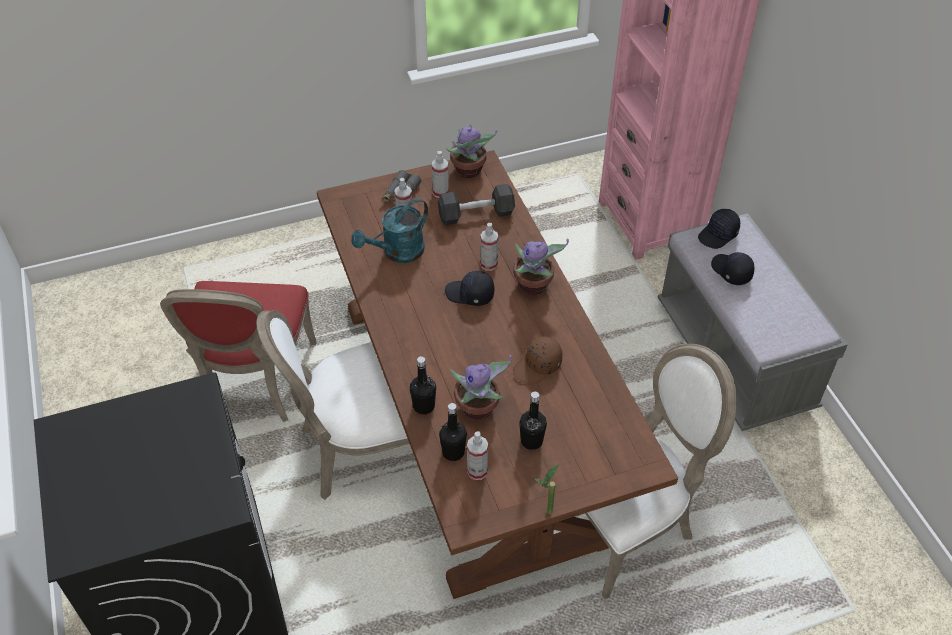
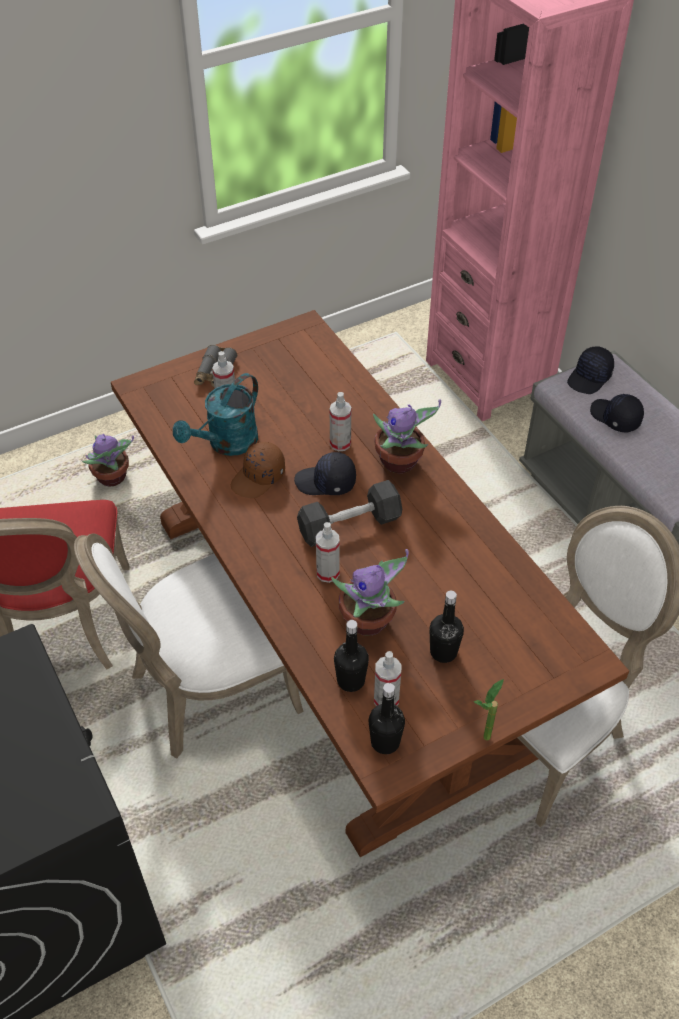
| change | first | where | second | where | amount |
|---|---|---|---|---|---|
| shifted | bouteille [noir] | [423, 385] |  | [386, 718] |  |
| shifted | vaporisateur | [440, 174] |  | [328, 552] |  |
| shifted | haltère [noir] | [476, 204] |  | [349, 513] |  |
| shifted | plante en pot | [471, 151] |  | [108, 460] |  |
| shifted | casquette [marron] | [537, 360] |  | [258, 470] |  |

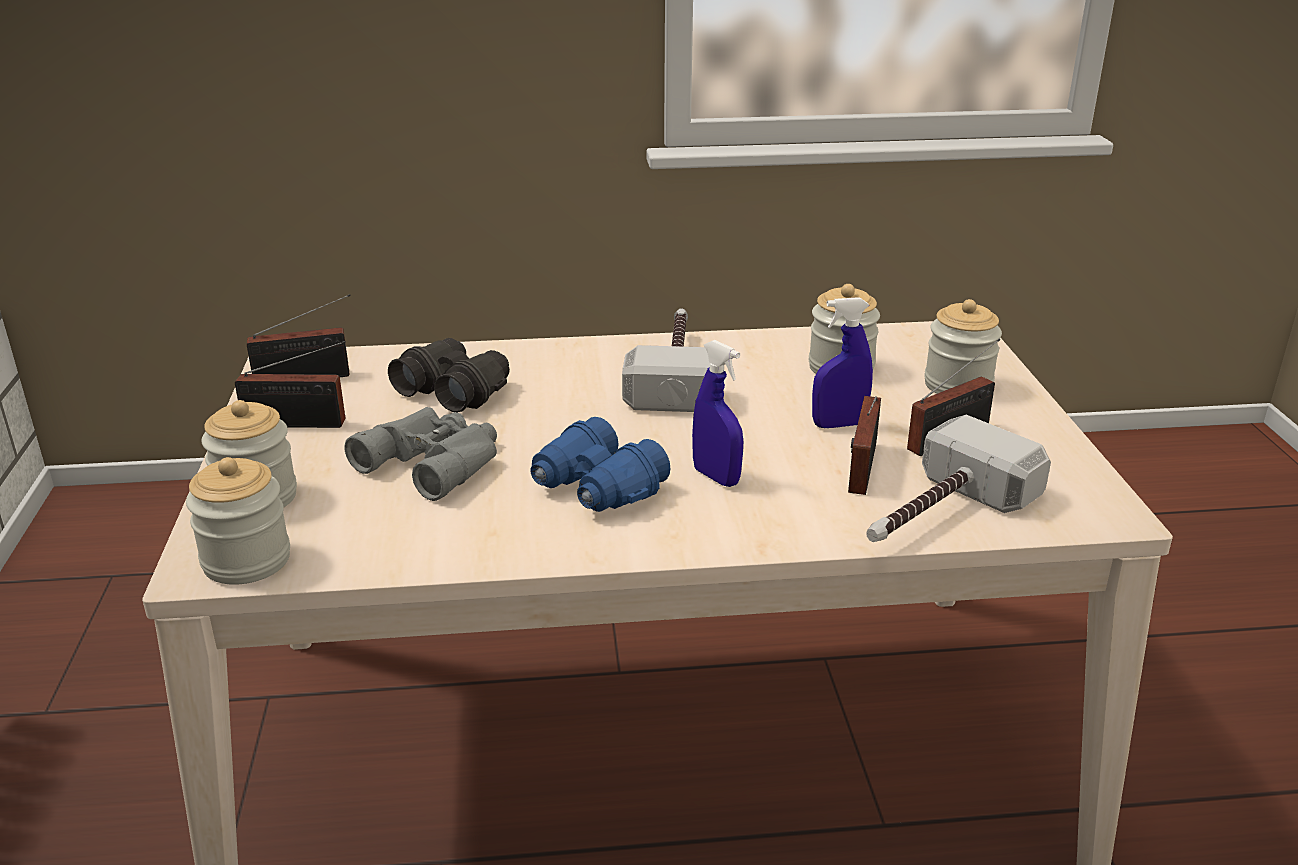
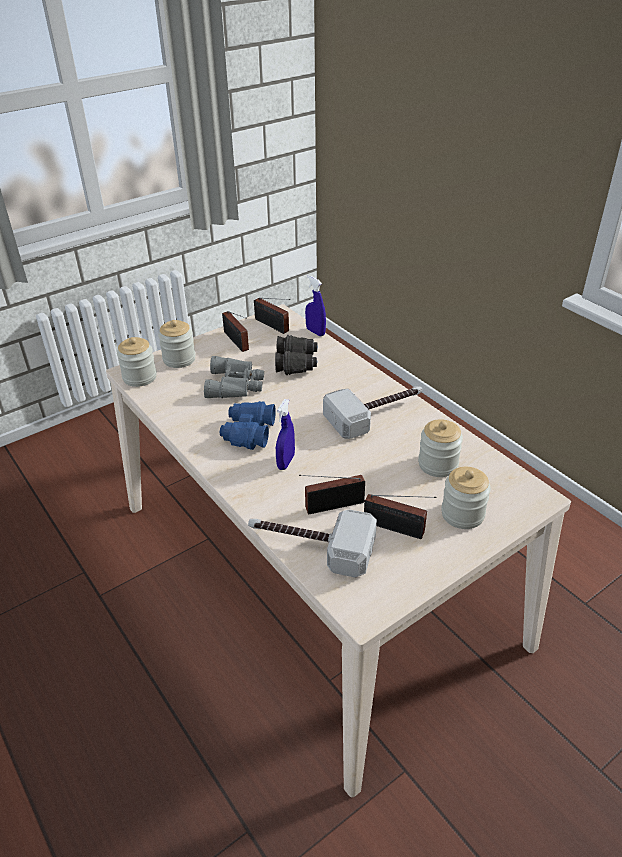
| change | first | where | second | where | amount |
|---|---|---|---|---|---|
| shifted | vaporisateur [bleu] | [842, 362] |  | [315, 305] |  |

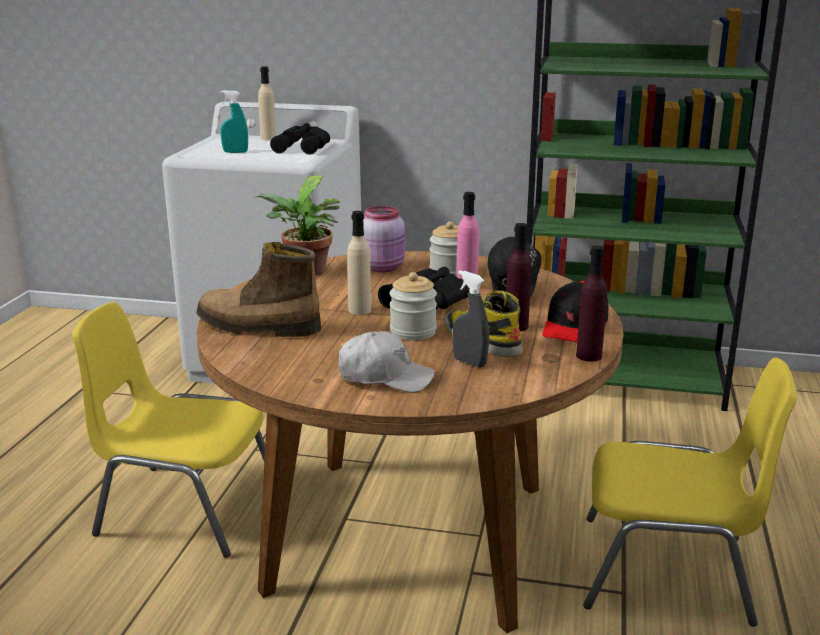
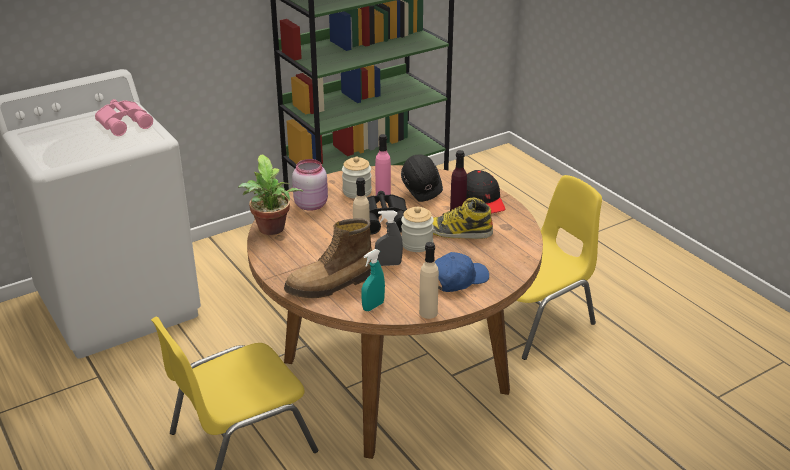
| change | first | where | second | where | amount |
|---|---|---|---|---|---|
| shifted | vaporisateur [turquoise] | [234, 121] |  | [373, 280] |  |
| shifted | bouteille [beige] | [267, 103] |  | [429, 280] |  |
| repainted | jumelles [noir] | [300, 139] | jumelles [rose] | [124, 117] |  |
| repainted | casquette [blanc] | [386, 362] | casquette [bleu] | [462, 272] |  |
| shifted | vaporisateur [gris] | [471, 319] |  | [389, 238] |  |
| gone | bouteille [violet] | [591, 303] |  |  |  |

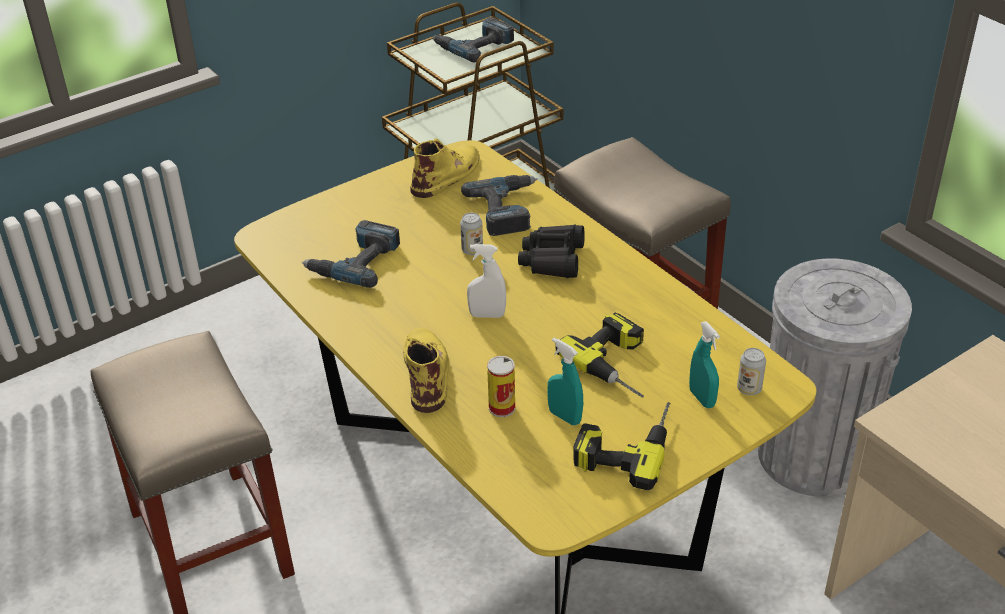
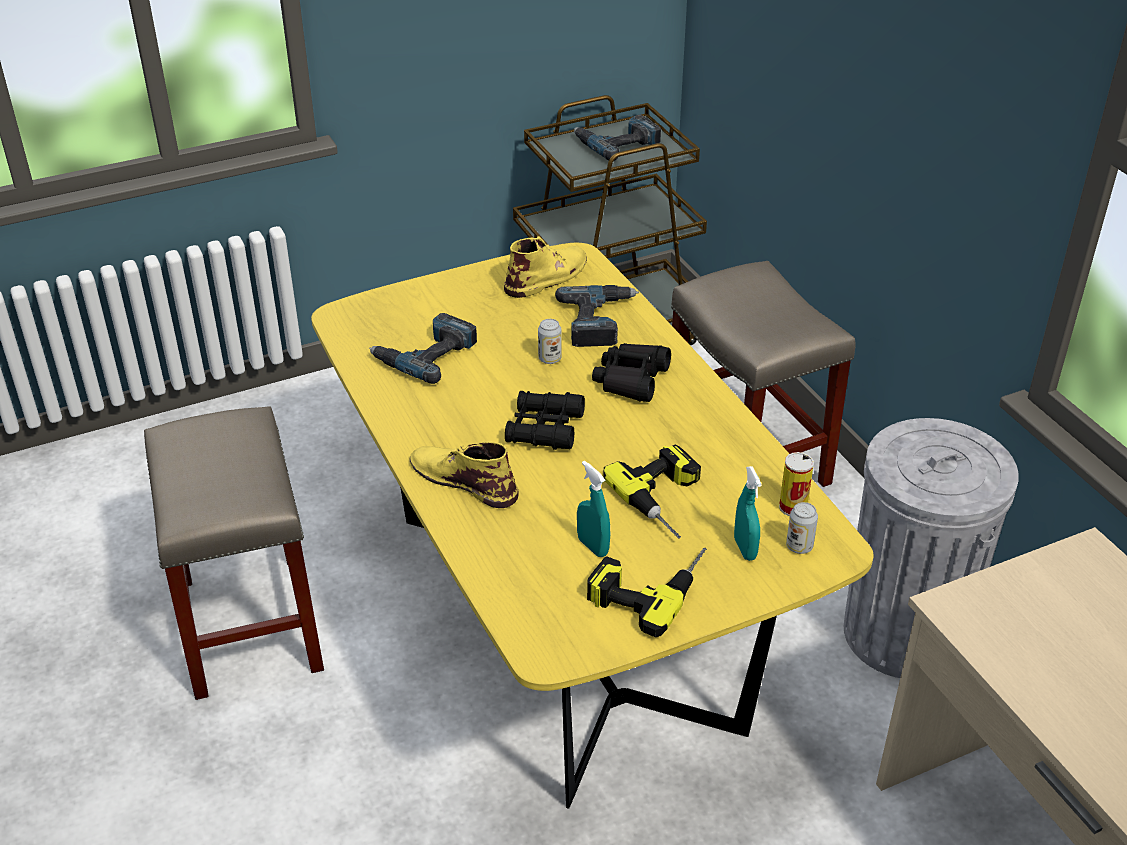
| change | first | where | second | where | amount |
|---|---|---|---|---|---|
| rotated | botte [jaune] | [426, 370] |  | [464, 474] | 60 degrees counterclockwise |
| swapped | vaporisateur [blanc] | [486, 281] | jumelles [noir] | [545, 420] |  |
| shifted | boîte métallique | [501, 386] |  | [796, 484] |  |

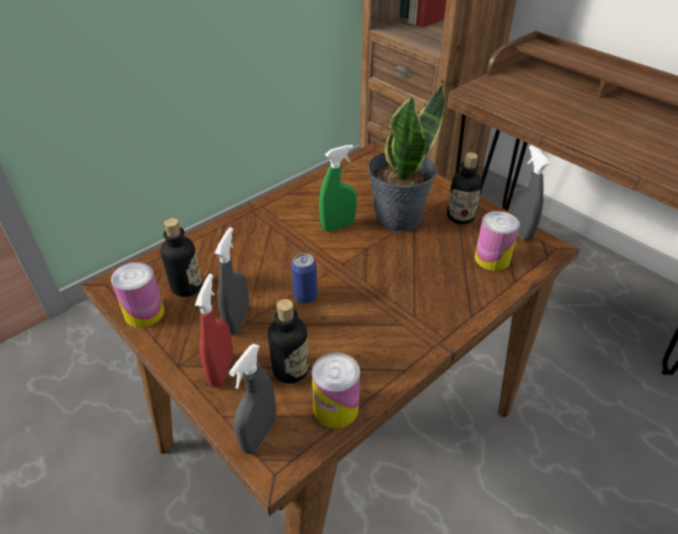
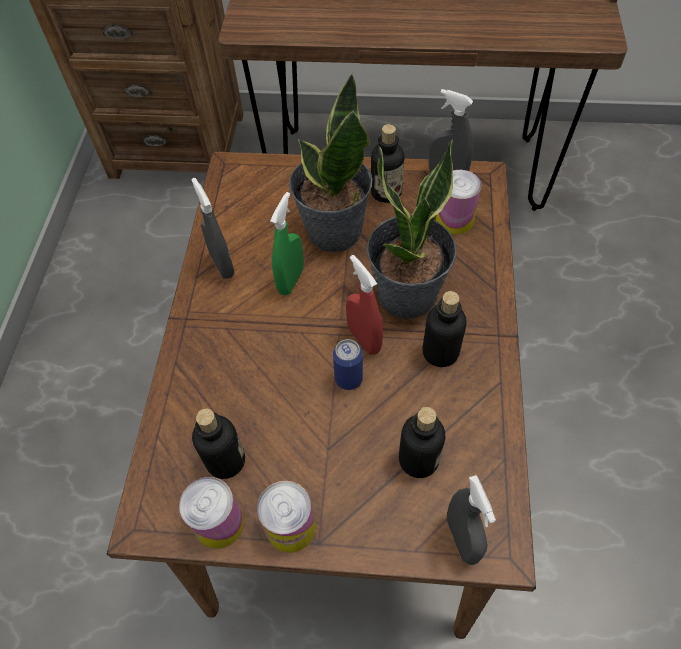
| change | first | where | second | where | amount |
|---|---|---|---|---|---|
| shifted | vaporisateur [rouge] | [214, 330] |  | [364, 305] |  |
| shifted | vaporisateur [gris] | [231, 281] |  | [213, 228] |  |
| shifted | boîte métallique | [336, 390] |  | [286, 517] |  |
| new |  |  | plante en pot | [411, 229] |  |
| new |  |  | bouteille | [444, 329] |  |

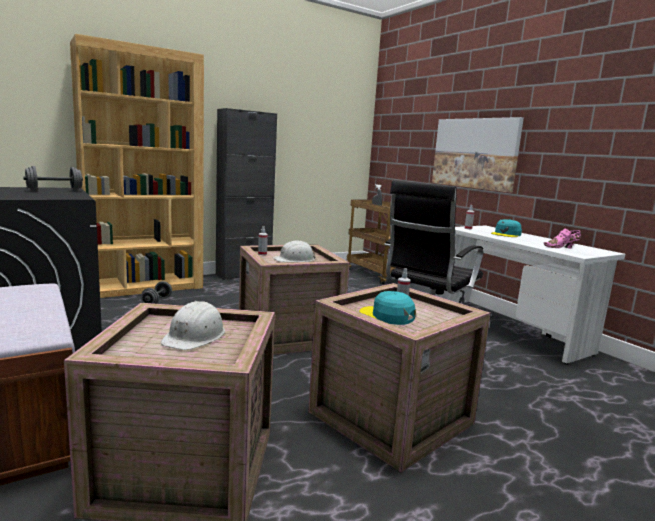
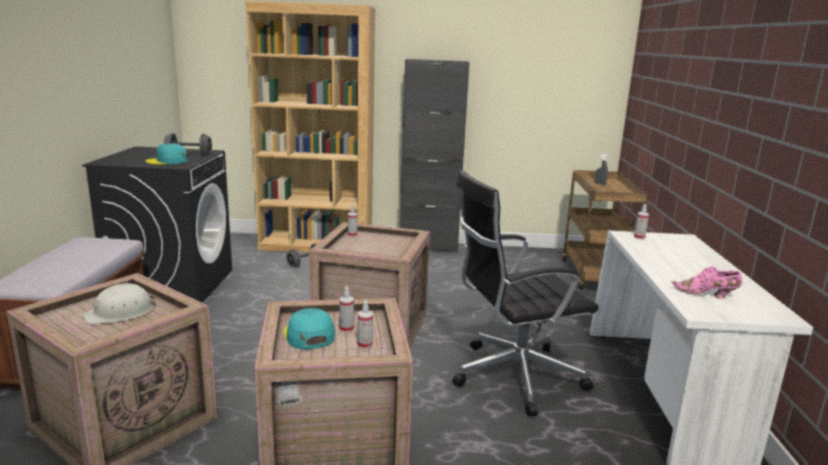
| change | first | where | second | where | amount |
|---|---|---|---|---|---|
| gone | casque de chantier [blanc] | [294, 251] |  |  |  |
| gone | tableau | [478, 155] |  |  |  |
| shifted | casquette [turquoise] | [506, 228] |  | [167, 153] |  |
| new |  |  | vaporisateur | [365, 325] |  |

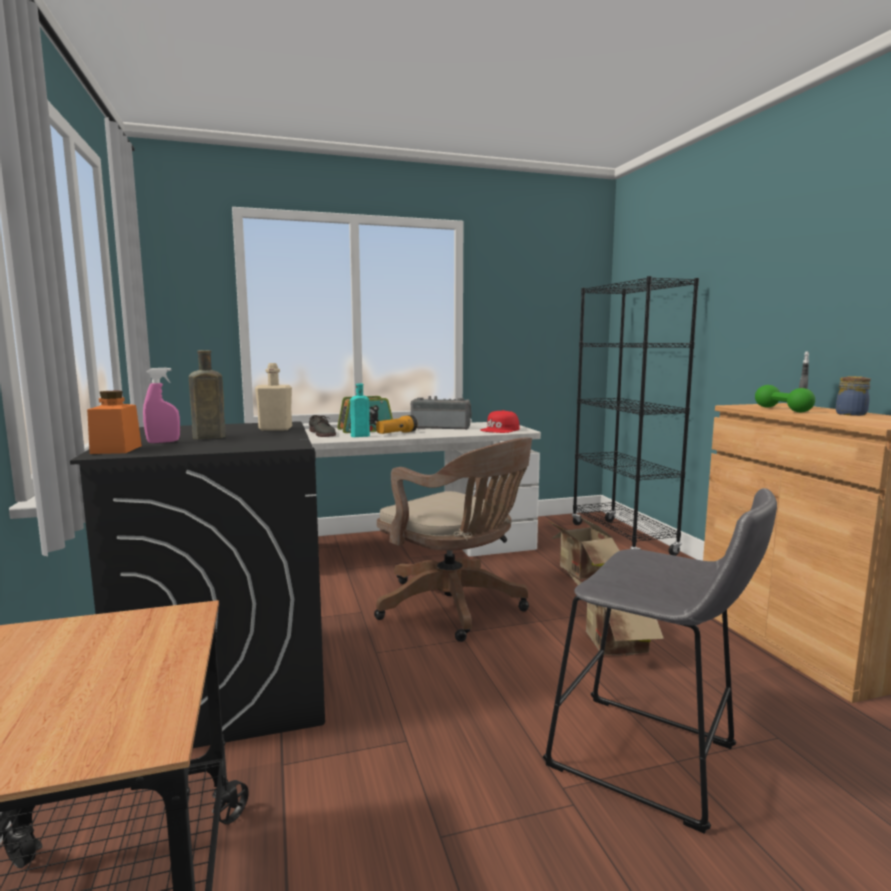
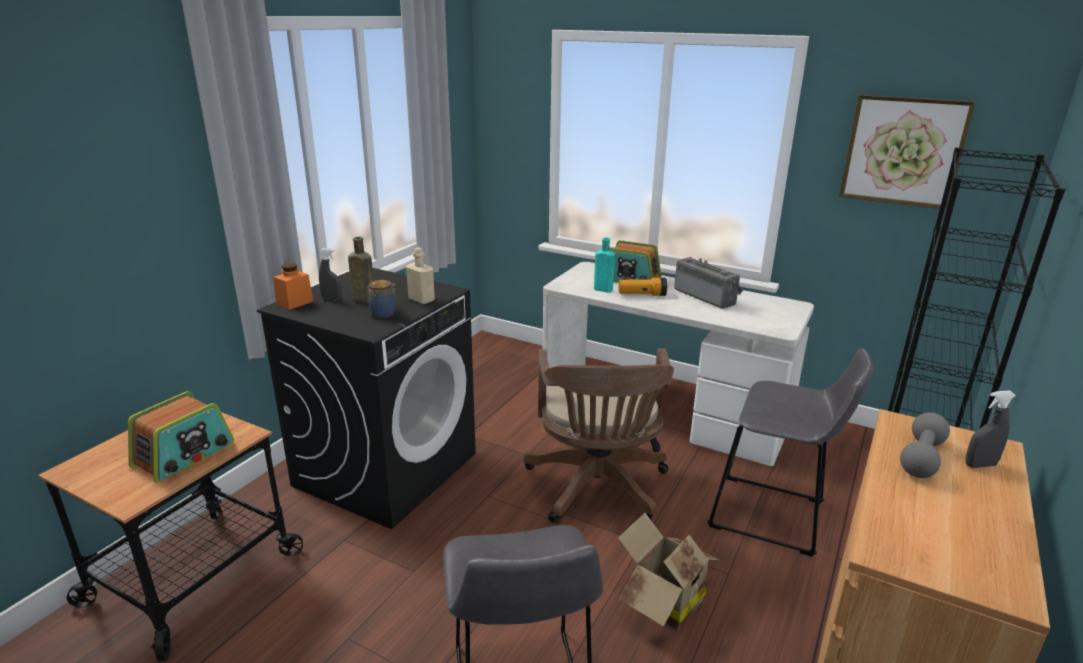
| change | first | where | second | where | amount |
|---|---|---|---|---|---|
| repainted | vaporisateur [rose] | [161, 405] | vaporisateur [gris] | [330, 274] |  |
| gone | chaussure [gris] | [322, 426] |  |  |  |
| gone | casquette [rouge] | [499, 421] |  |  |  |
| swapped | carton | [583, 547] | tabouret [gris] | [790, 453] |  |
| repainted | haltère [vert] | [785, 398] | haltère [gris] | [925, 445] |  |
| shifted | bocal | [853, 396] |  | [382, 299] |  |
| new |  |  | radio | [181, 437] |  |
| new |  |  | tableau | [907, 152] |  |

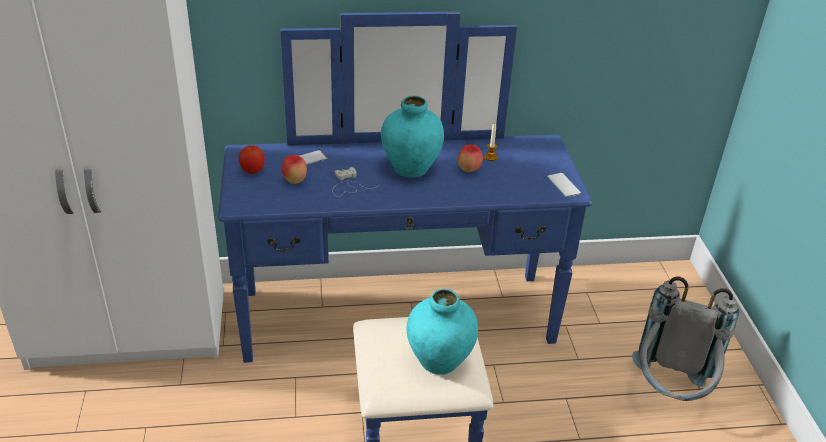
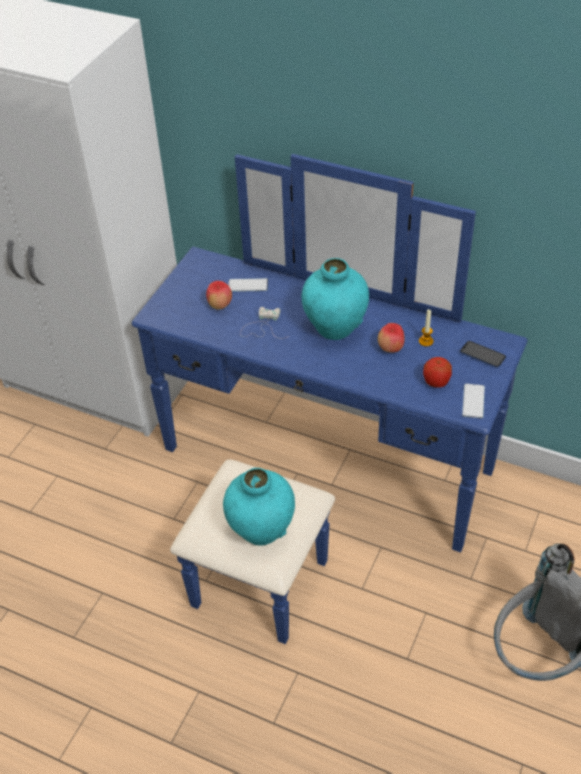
| change | first | where | second | where | amount |
|---|---|---|---|---|---|
| shifted | pomme | [252, 159] |  | [437, 372] |  |
| new |  |  | téléphone | [483, 354] |  |

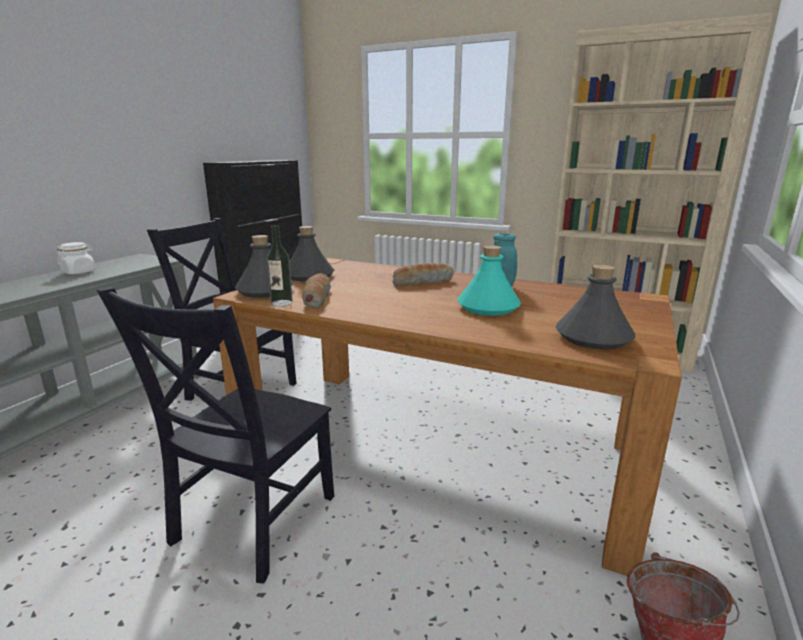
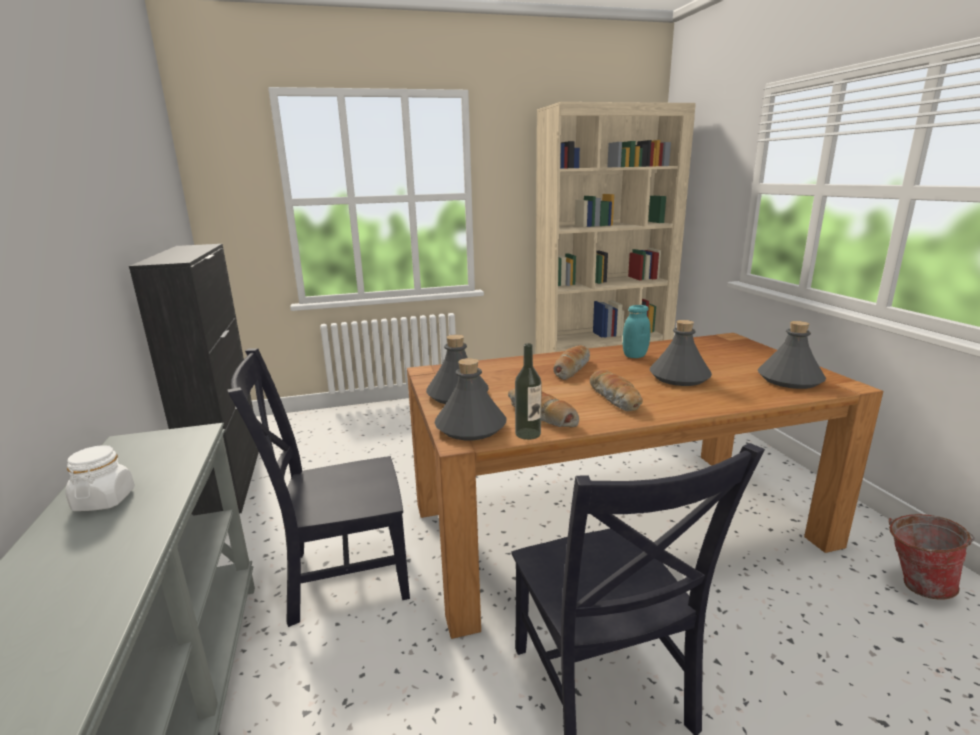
| change | first | where | second | where | amount |
|---|---|---|---|---|---|
| repainted | bouteille [turquoise] | [489, 280] | bouteille [gris] | [681, 353] |  |
| new |  |  | pain | [616, 391] |  |

